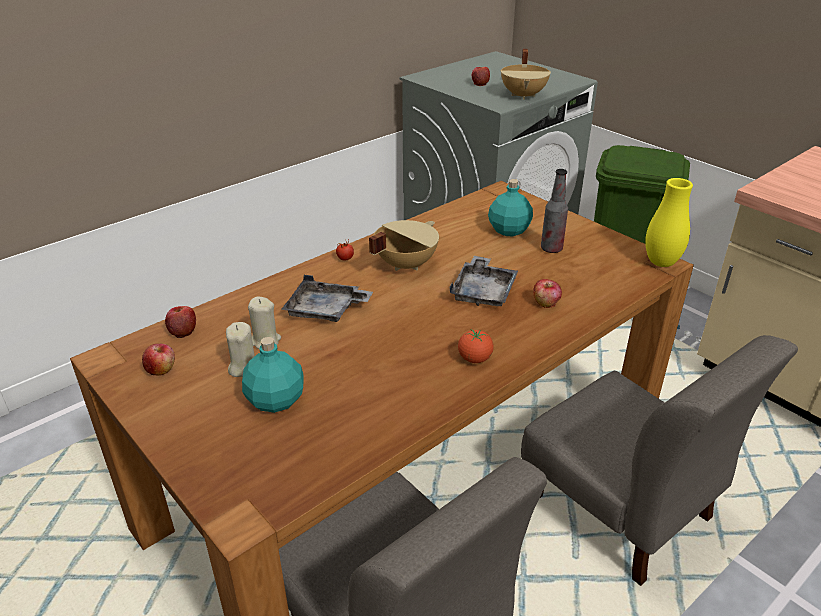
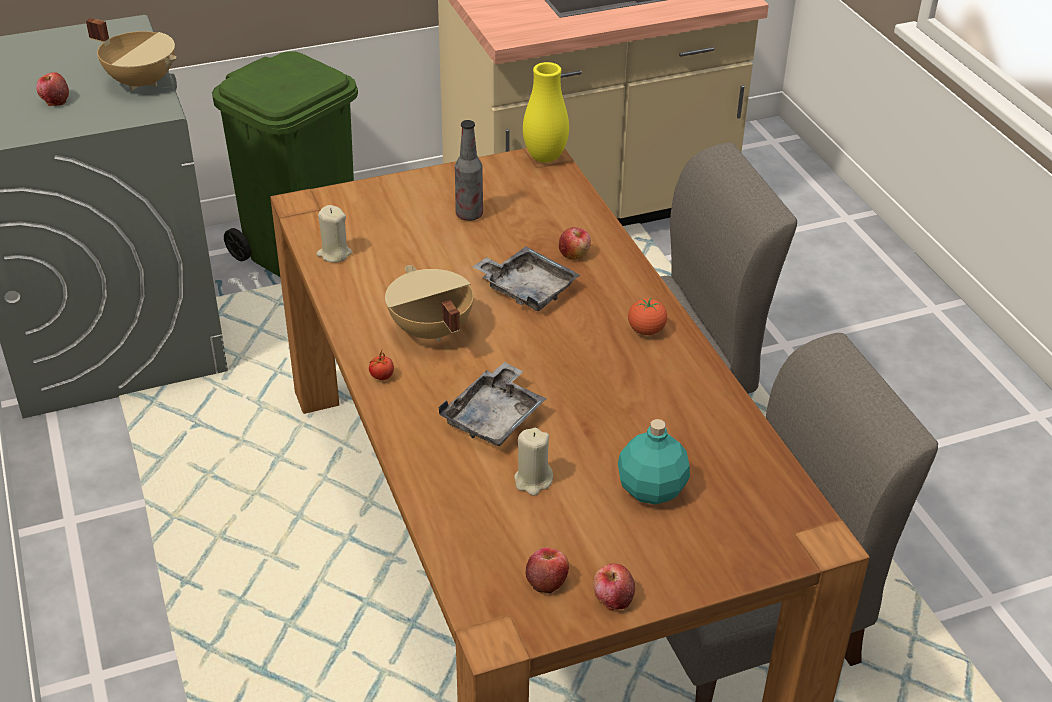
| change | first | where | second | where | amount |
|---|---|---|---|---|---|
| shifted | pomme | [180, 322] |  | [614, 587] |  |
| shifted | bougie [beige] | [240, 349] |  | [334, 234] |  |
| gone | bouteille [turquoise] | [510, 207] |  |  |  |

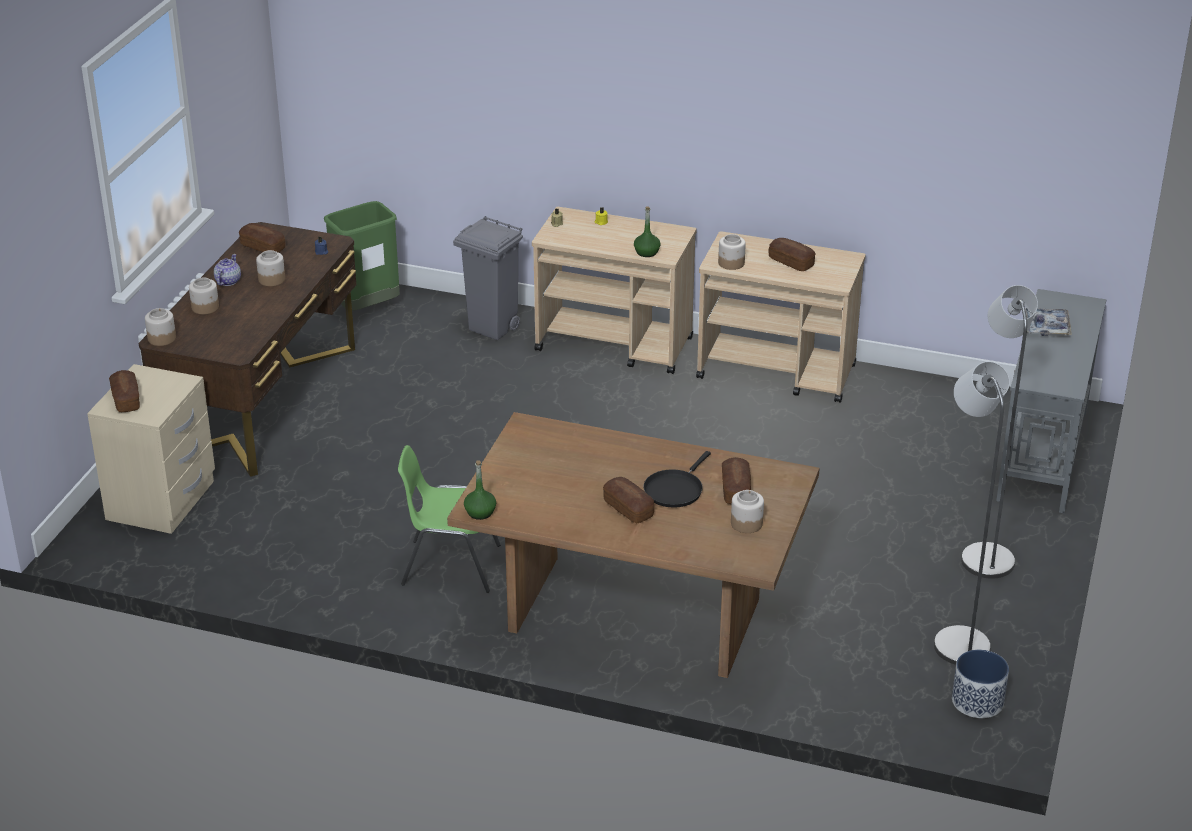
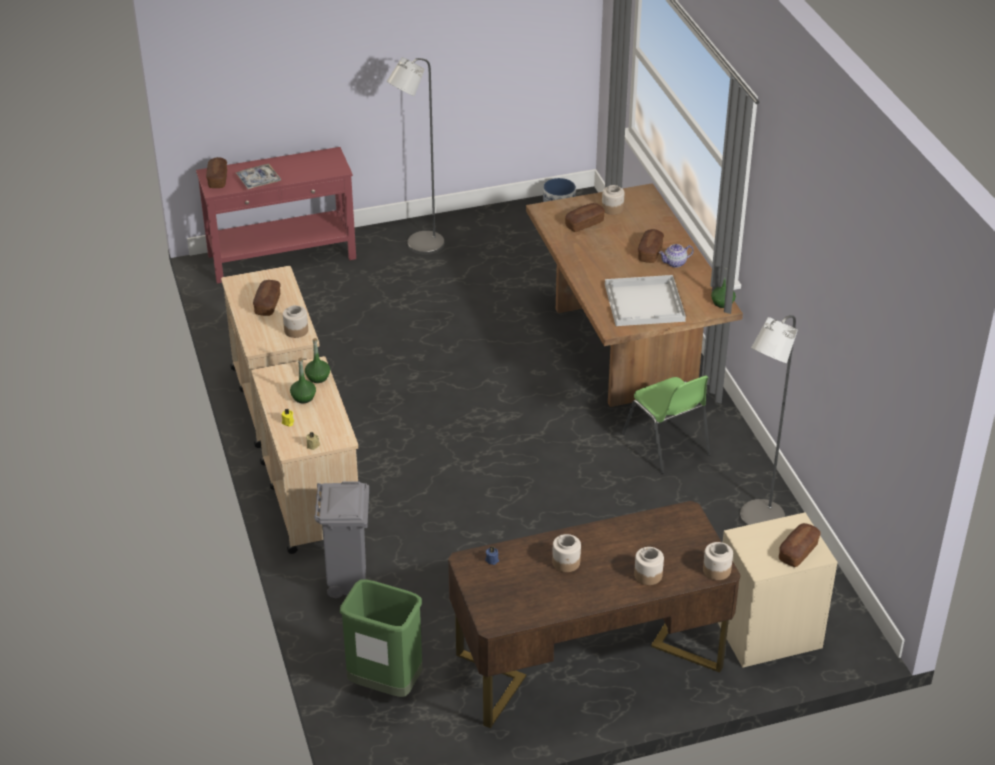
| change | first | where | second | where | amount |
|---|---|---|---|---|---|
| shifted | théière | [227, 270] |  | [676, 256] |  |
| shifted | pain | [262, 238] |  | [216, 172] |  |
| gone | poêle [noir] | [677, 479] |  |  |  |
| shifted | lampadaire [gris] | [972, 513] |  | [769, 420] |  |
| repainted | table console [gris] | [1051, 401] | table console [rouge] | [276, 215] |  |
| new |  |  | bouteille [vert] | [303, 380] |  |
| new |  |  | plateau [blanc] | [645, 300] |  |

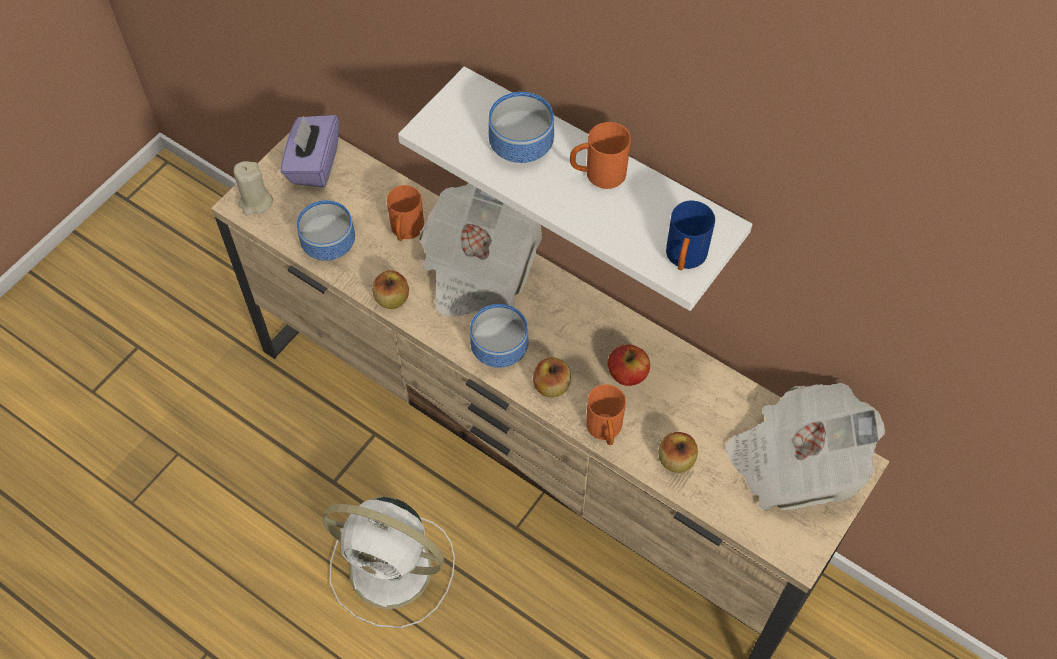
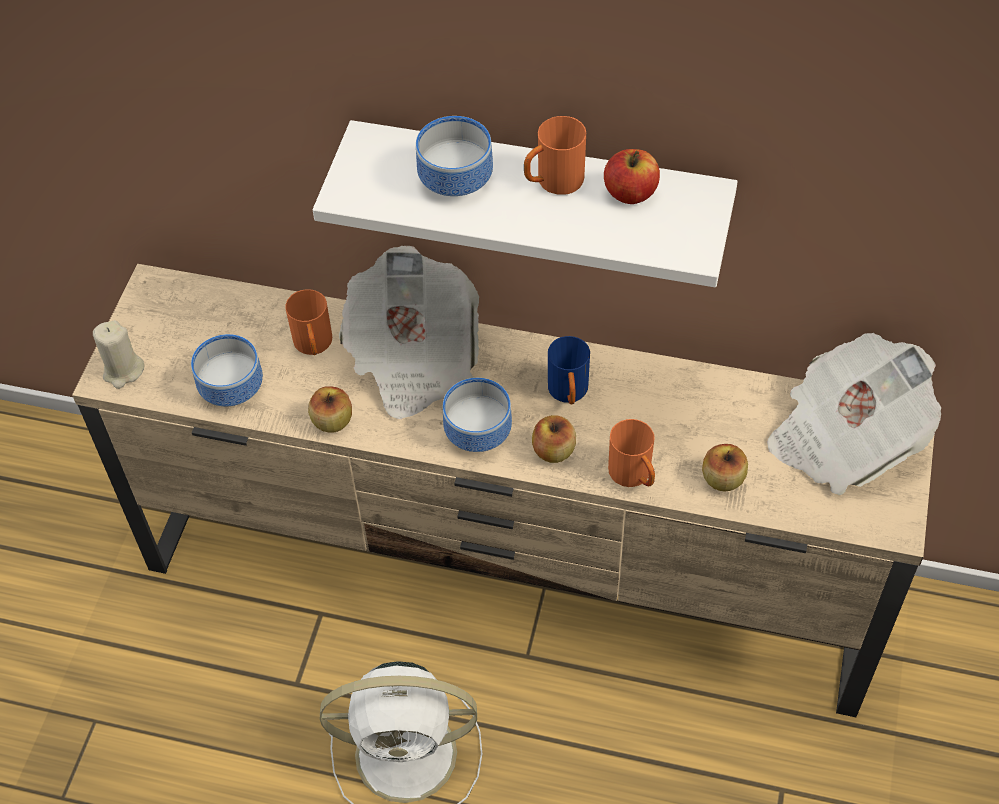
| change | first | where | second | where | amount |
|---|---|---|---|---|---|
| gone | boîte à mouchoirs [violet] | [310, 151] |  |  |  |
| shifted | pomme | [629, 365] |  | [632, 176] |  |
| shifted | mug [bleu] | [690, 235] |  | [569, 370] |  |

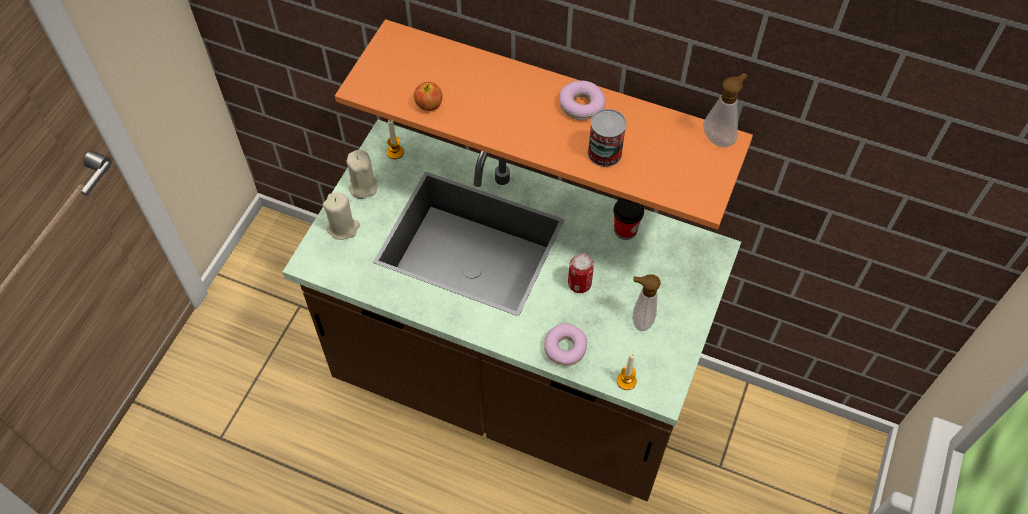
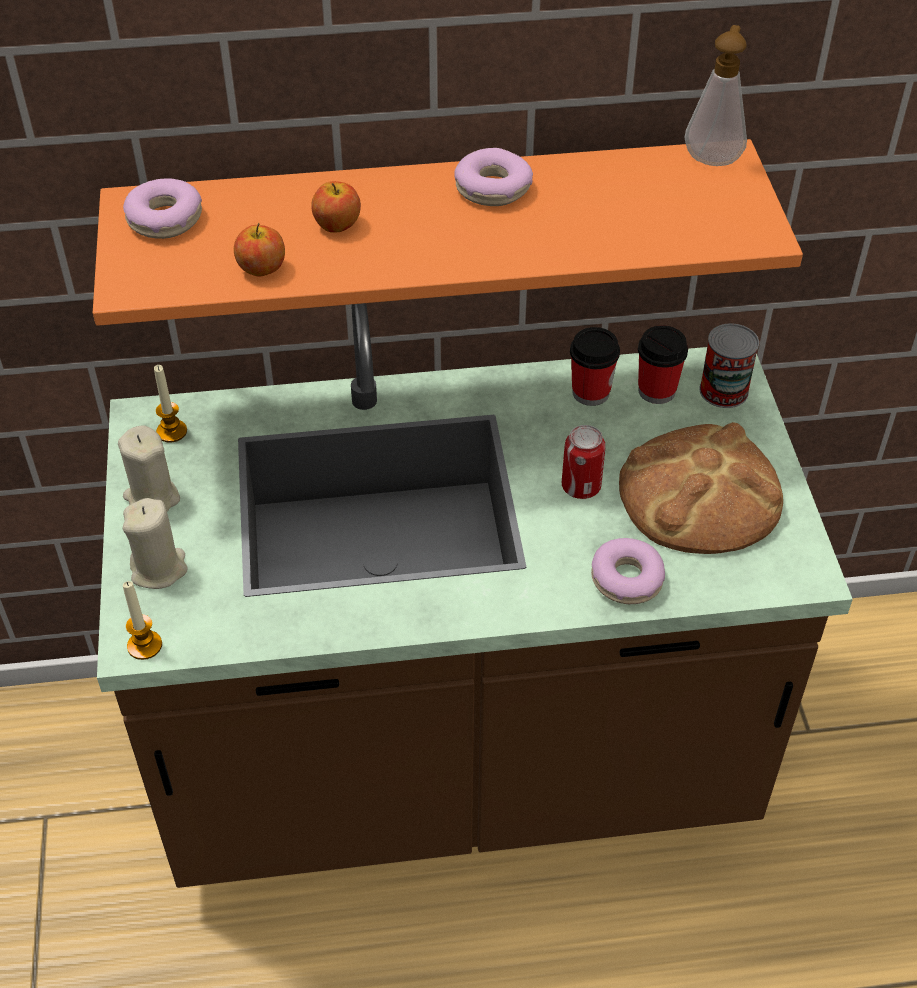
| change | first | where | second | where | amount |
|---|---|---|---|---|---|
| shifted | boîte métallique | [607, 138] |  | [729, 365] |  |
| shifted | bougie | [627, 372] |  | [142, 620] |  |
| swapped | distributeur de savon | [646, 302] | pain | [701, 488] |  |
| new |  |  | beignet | [162, 208] |  |
| new |  |  | pomme | [336, 207] |  |
| new |  |  | tasse | [663, 365] |  |

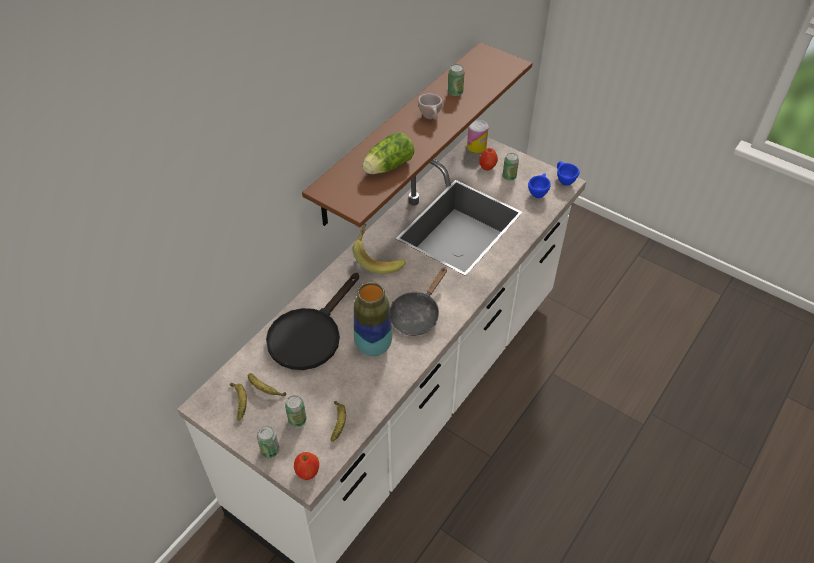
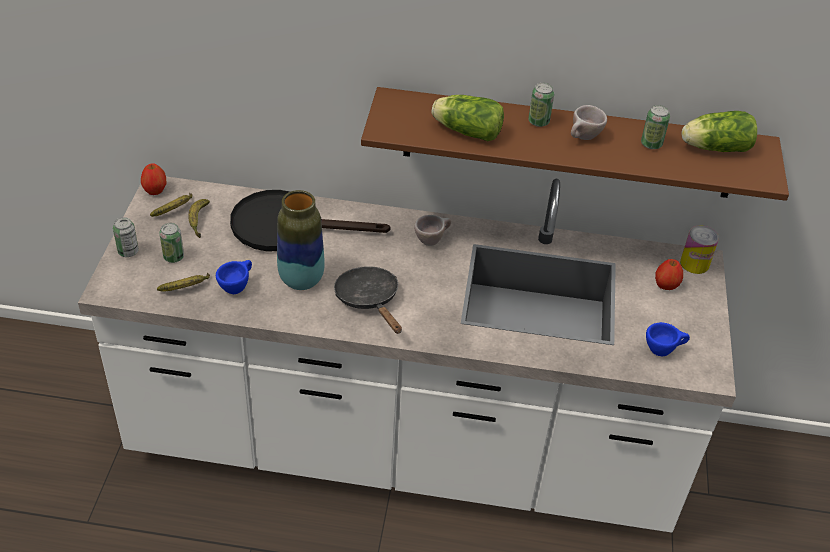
| change | first | where | second | where | amount |
|---|---|---|---|---|---|
| shifted | pomme | [306, 466] |  | [153, 179] |  |
| swapped | banane | [379, 248] | tasse [beige] | [432, 230] |  |
| rotated | poêle [noir] | [418, 301] |  | [368, 300] | 60 degrees clockwise |
| shifted | boîte métallique | [511, 167] |  | [541, 105] |  |
| shifted | tasse [bleu] | [568, 173] |  | [234, 277] |  |
| new |  |  | laitue | [719, 131] |  |

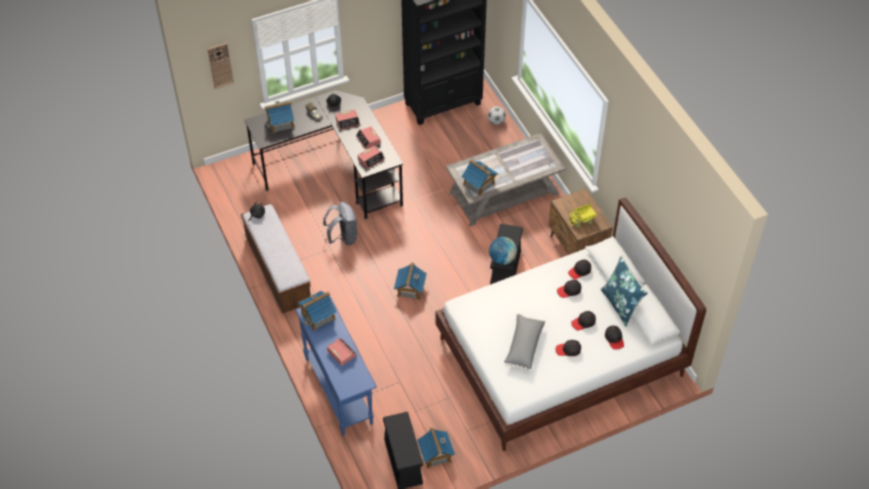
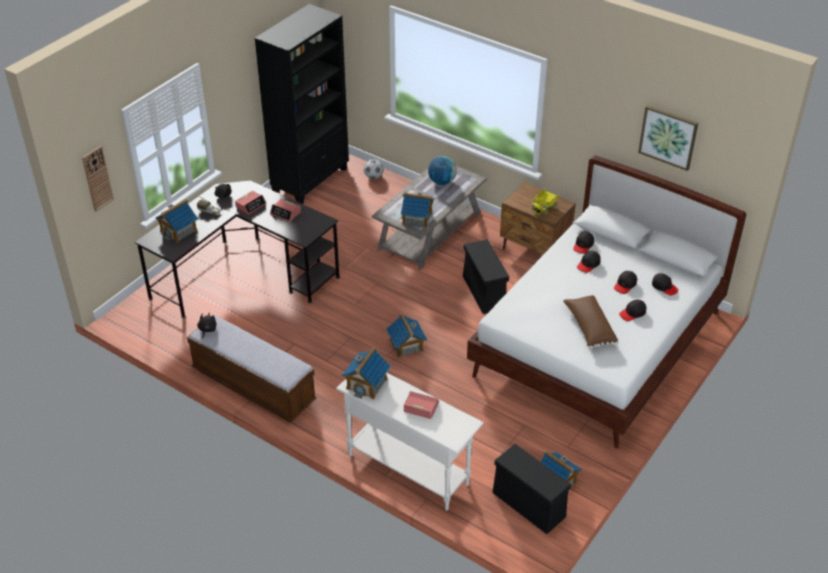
| change | first | where | second | where | amount |
|---|---|---|---|---|---|
| repainted | table console [bleu] | [336, 366] | table console [blanc] | [410, 441] |  |
| gone | sac à dos [gris] | [340, 224] |  |  |  |
| gone | réveil | [371, 157] |  |  |  |
| shifted | globe | [503, 251] |  | [442, 170] |  |
| repainted | coussin [gris] | [524, 343] | coussin [marron] | [591, 322] |  |
| gone | coussin [bleu] | [624, 291] |  |  |  |
| new |  |  | tableau | [668, 138] |  |

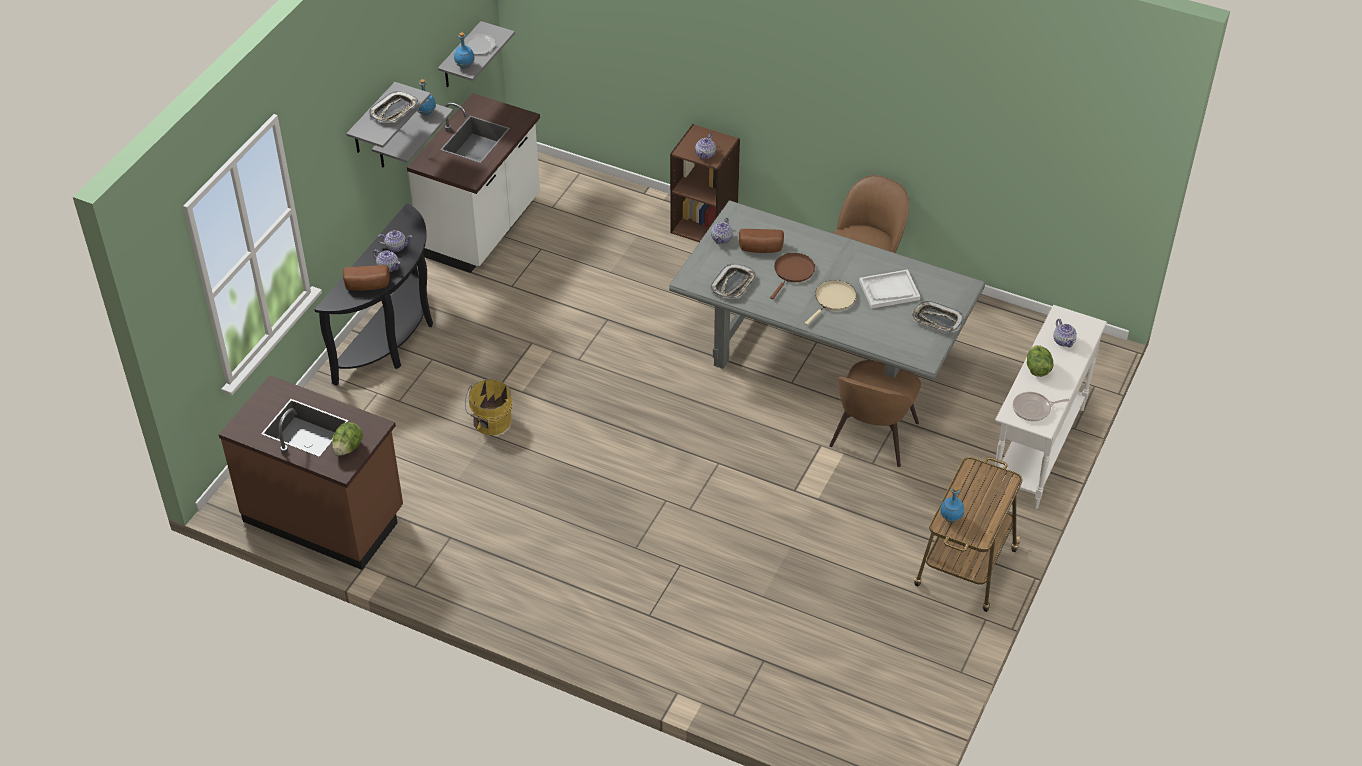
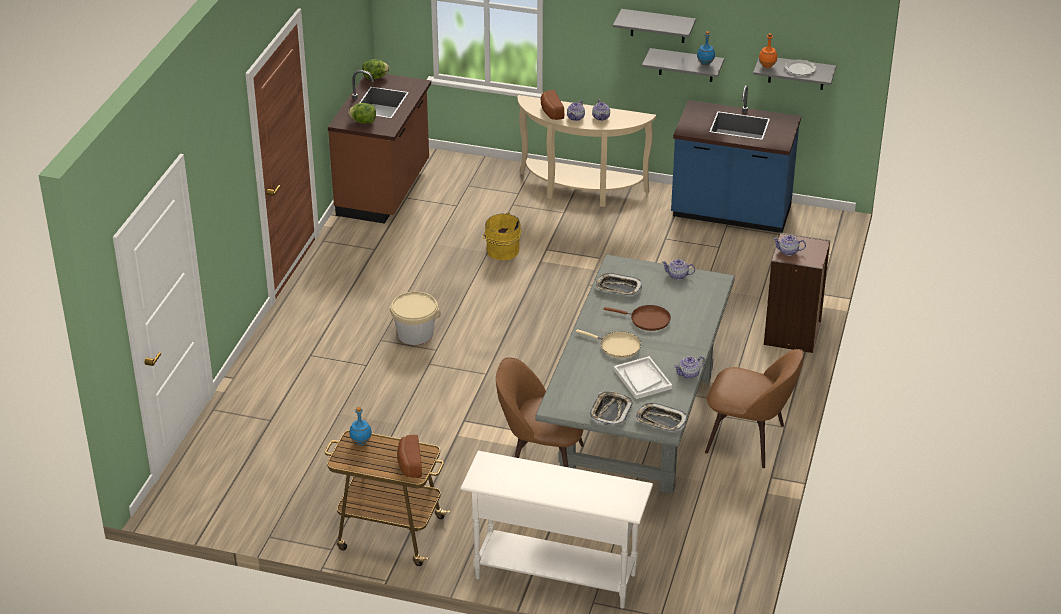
| change | first | where | second | where | amount |
|---|---|---|---|---|---|
| repainted | table console [noir] | [374, 294] | table console [beige] | [587, 151] |  |
| shifted | plateau | [393, 106] |  | [661, 417] |  |
| repainted | comptoir de cuisine [blanc] | [473, 183] | comptoir de cuisine [bleu] | [736, 159] |  |
| repainted | bouteille [bleu] | [464, 50] | bouteille [orange] | [768, 50] |  |
| shifted | pain | [761, 241] |  | [409, 456] |  |
| gone | poêle | [1041, 406] |  |  |  |
| shifted | laitue | [1040, 361] |  | [376, 69] |  |
| shifted | théière | [1065, 333] |  | [689, 367] |  |
| new |  |  | seau [beige] | [415, 318] |  |

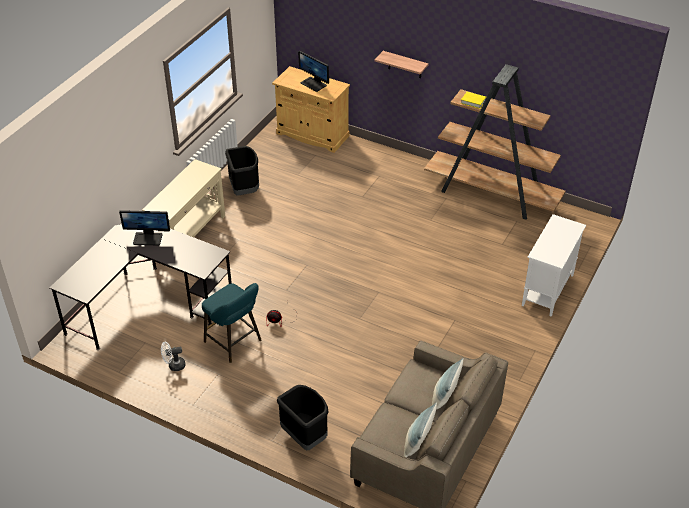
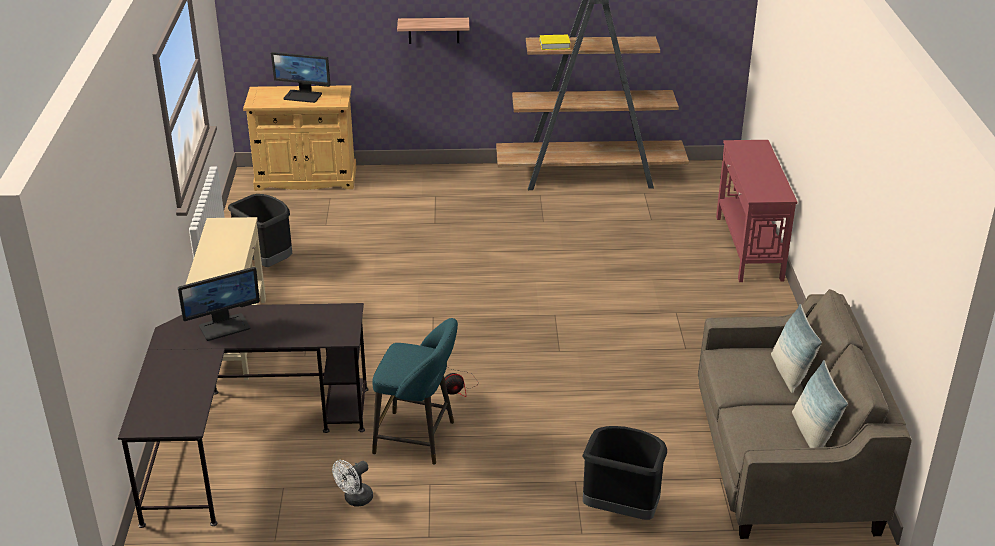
| change | first | where | second | where | amount |
|---|---|---|---|---|---|
| swapped | meuble de rangement [blanc] | [554, 265] | table console [rouge] | [756, 211] |  |

